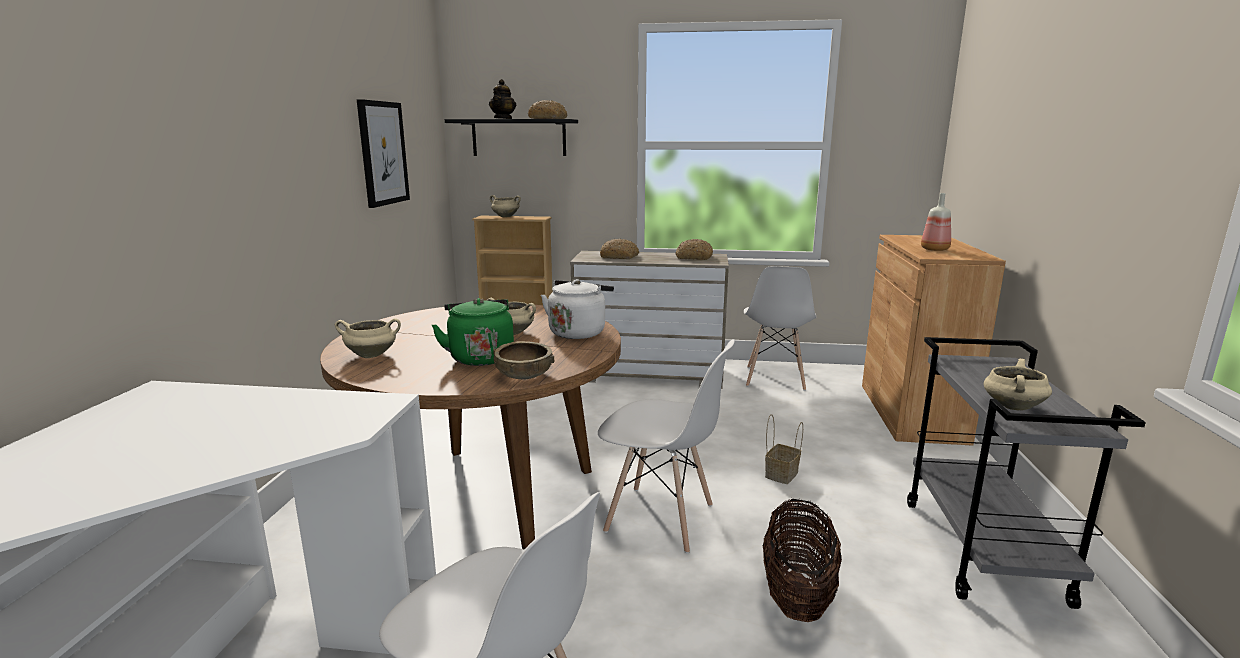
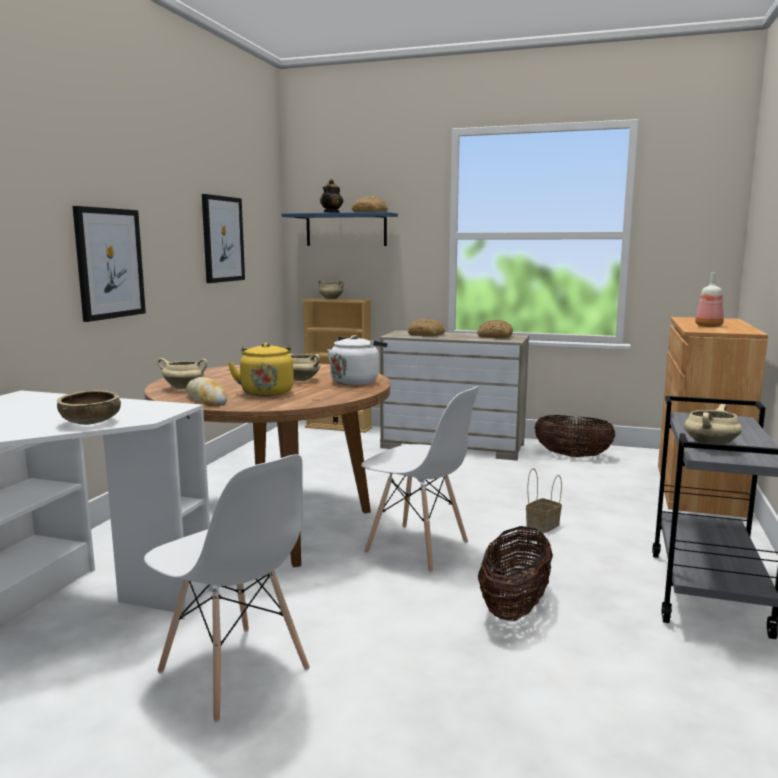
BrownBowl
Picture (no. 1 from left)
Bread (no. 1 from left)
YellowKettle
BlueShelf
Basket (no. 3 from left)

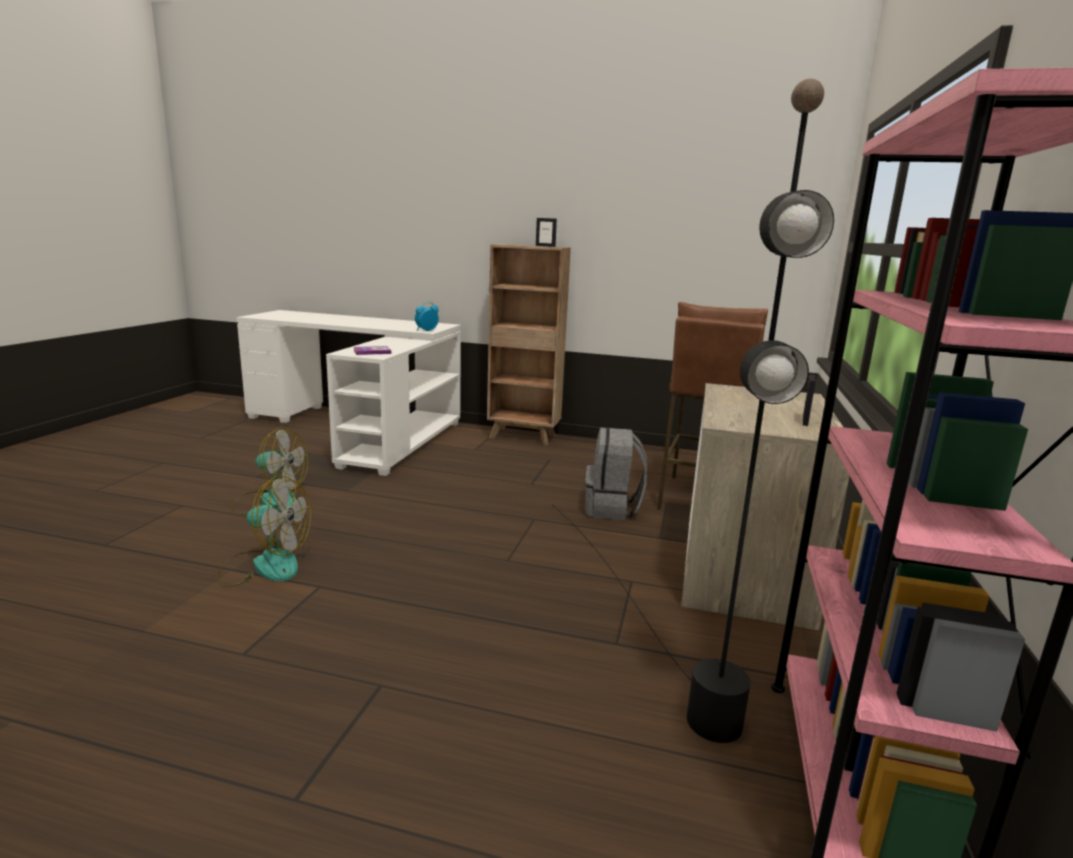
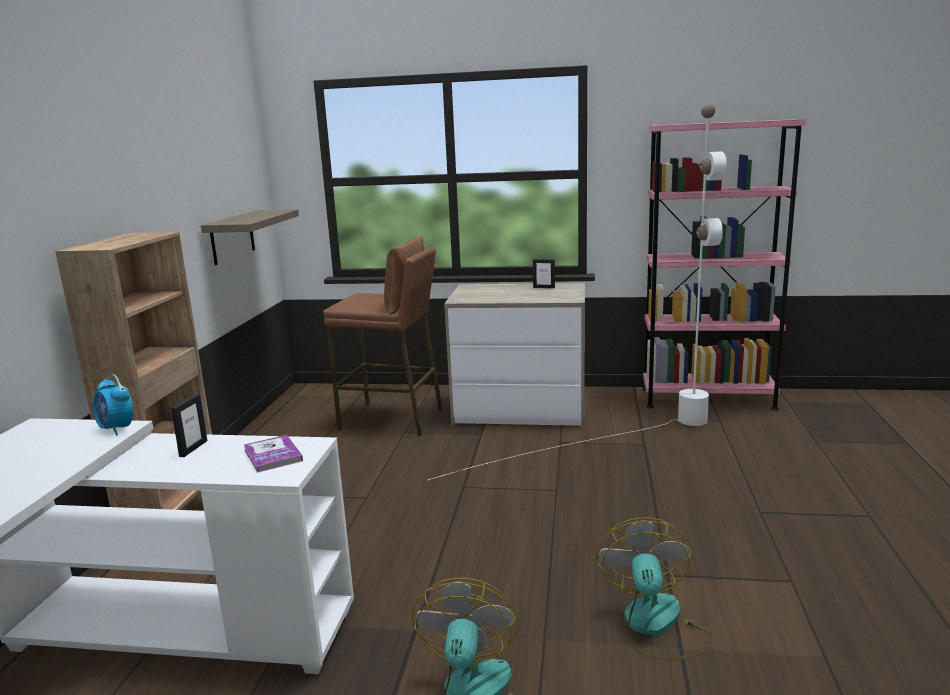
PictureFrame (no. 1 from left)
Shelf
WhiteFloorLamp
GreyBackpack

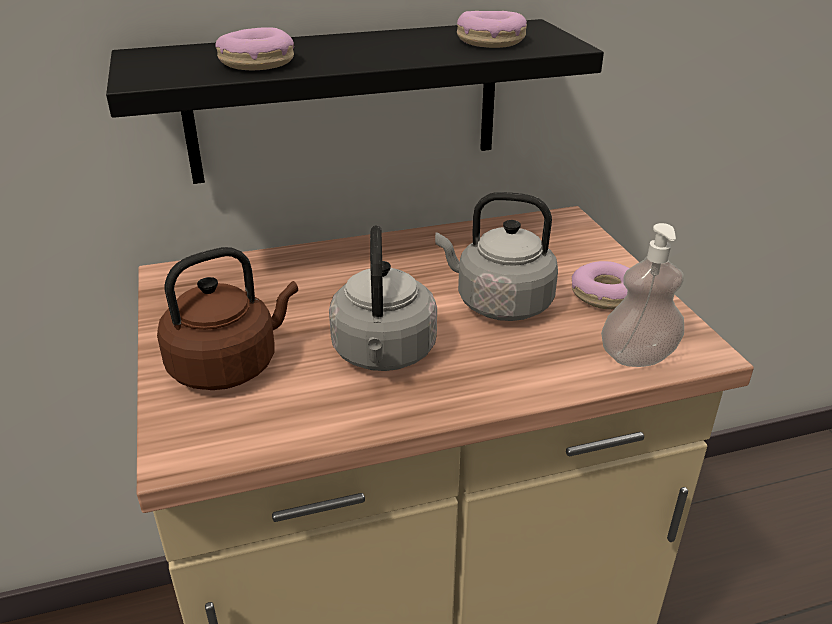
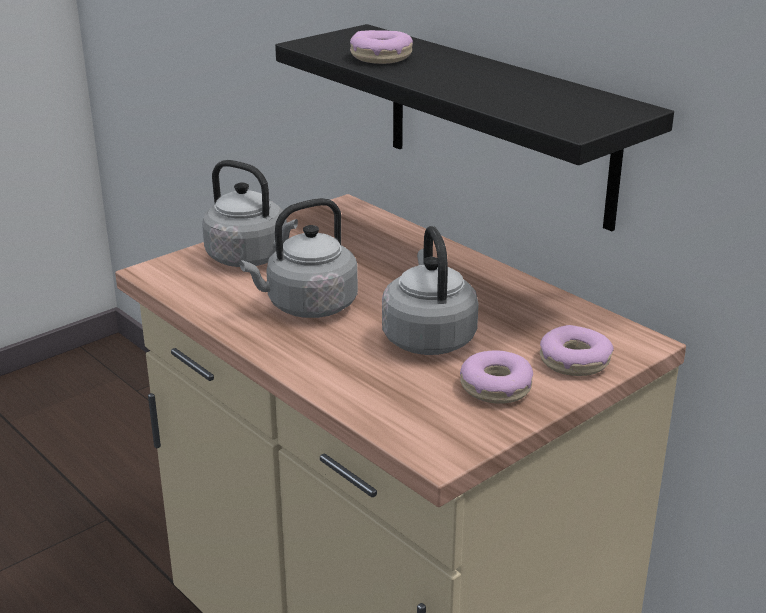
GreyKettle (no. 1 from left)
Donut (no. 3 from left)
SoapDispenser

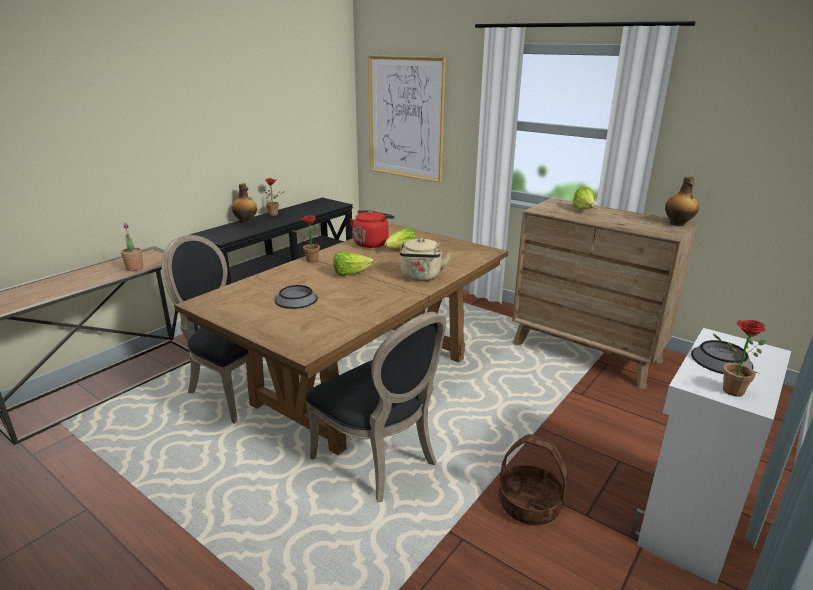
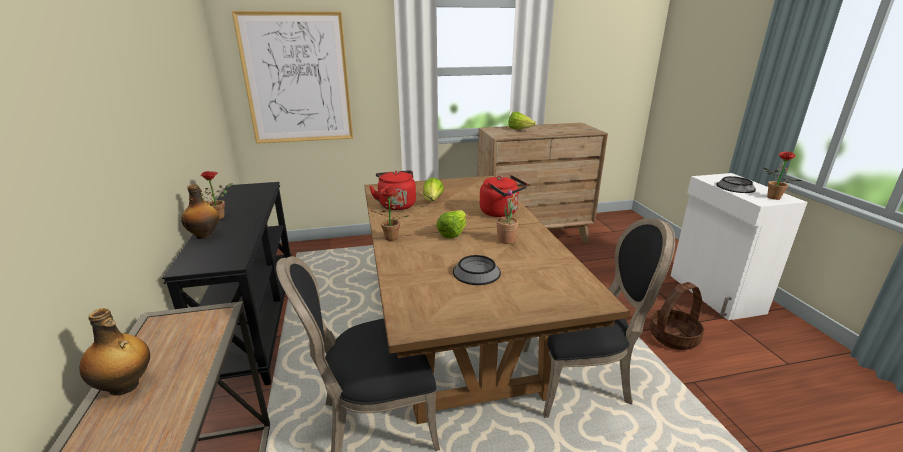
Bottle (no. 1 from left)
RedKettle (no. 2 from left)
PottedPlant (no. 3 from left)

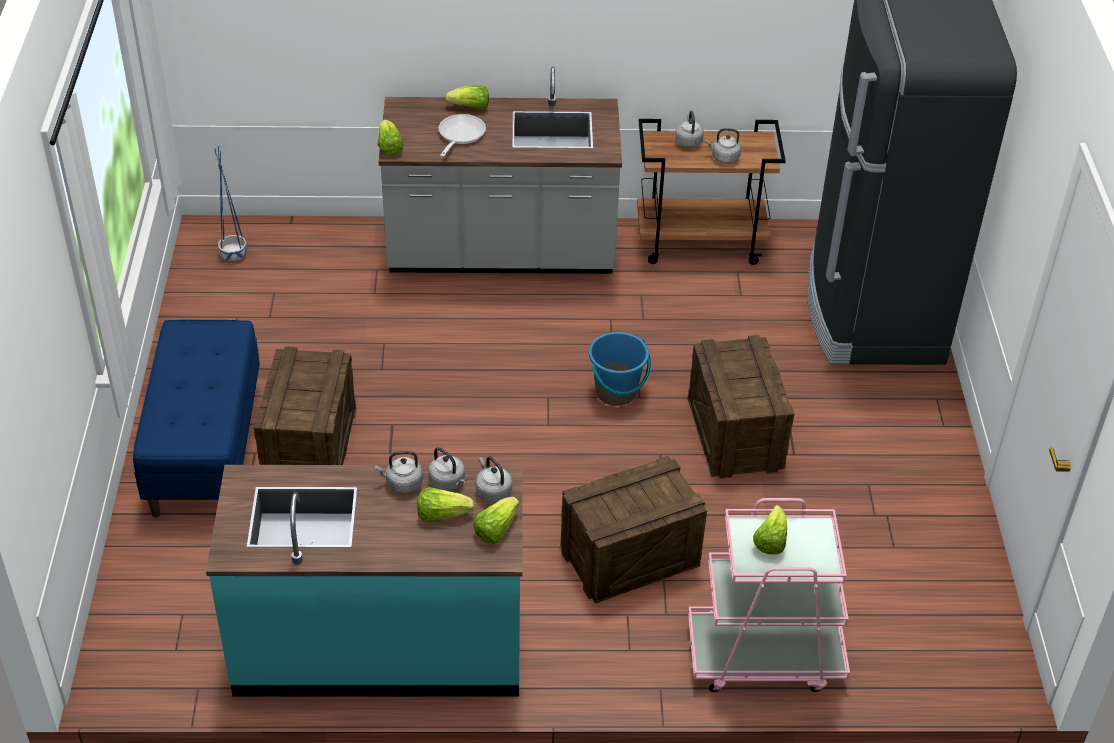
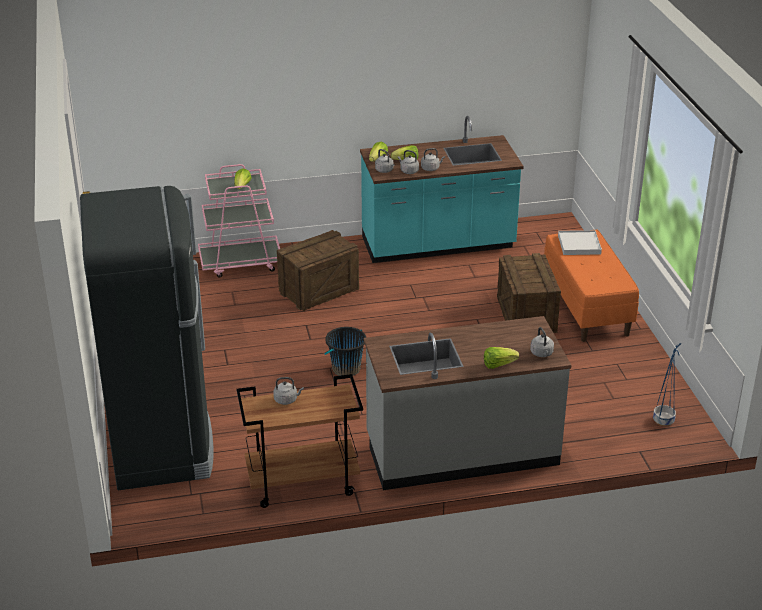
BlackBucket
GreyKettle (no. 5 from left)
OrangeBench
WhiteTray
Lettuce (no. 1 from left in the first image)
FryingPan
Crate (no. 3 from left in the first image)

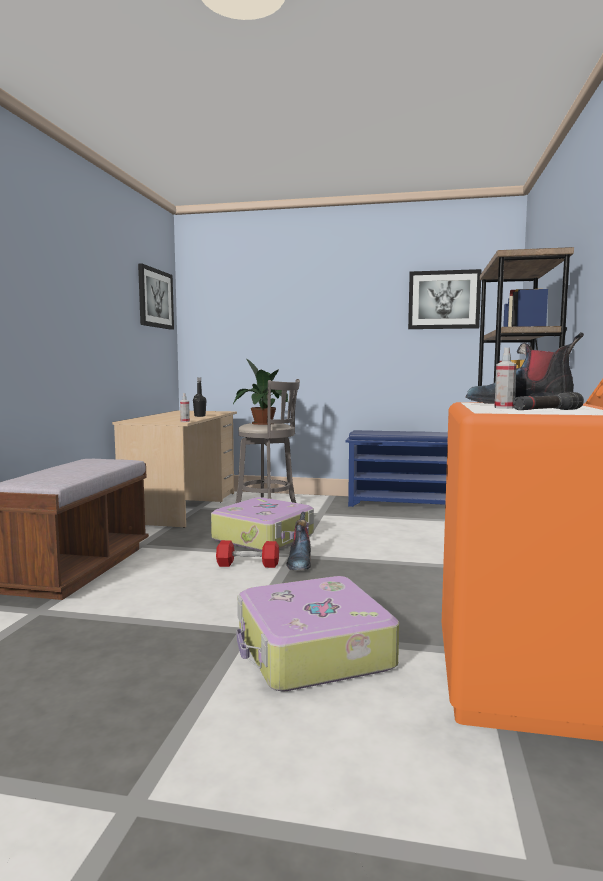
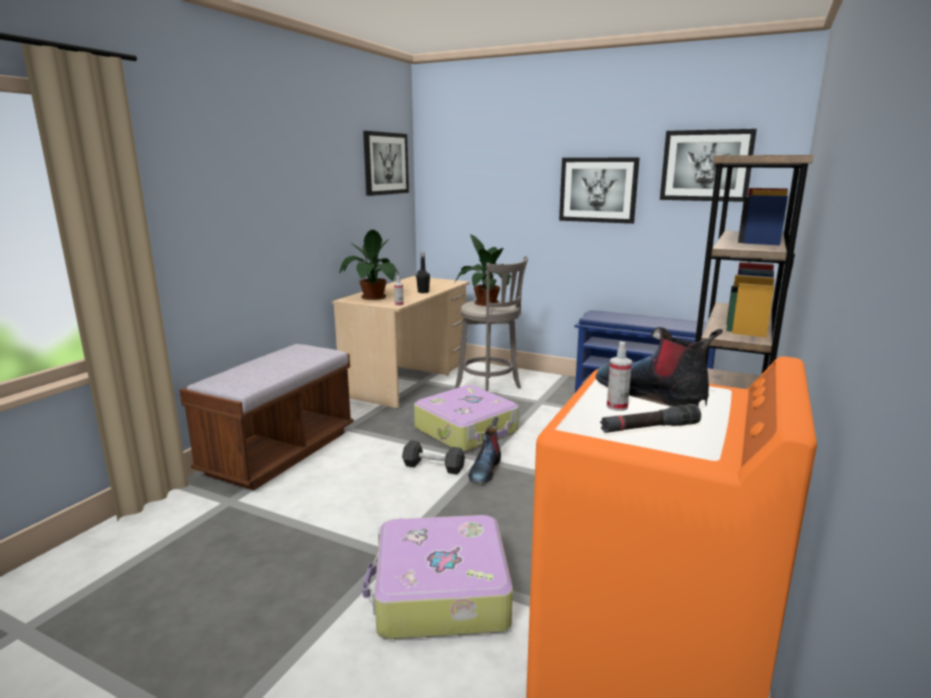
PottedPlant (no. 1 from left)
BlackDumbbell
Picture (no. 2 from left)

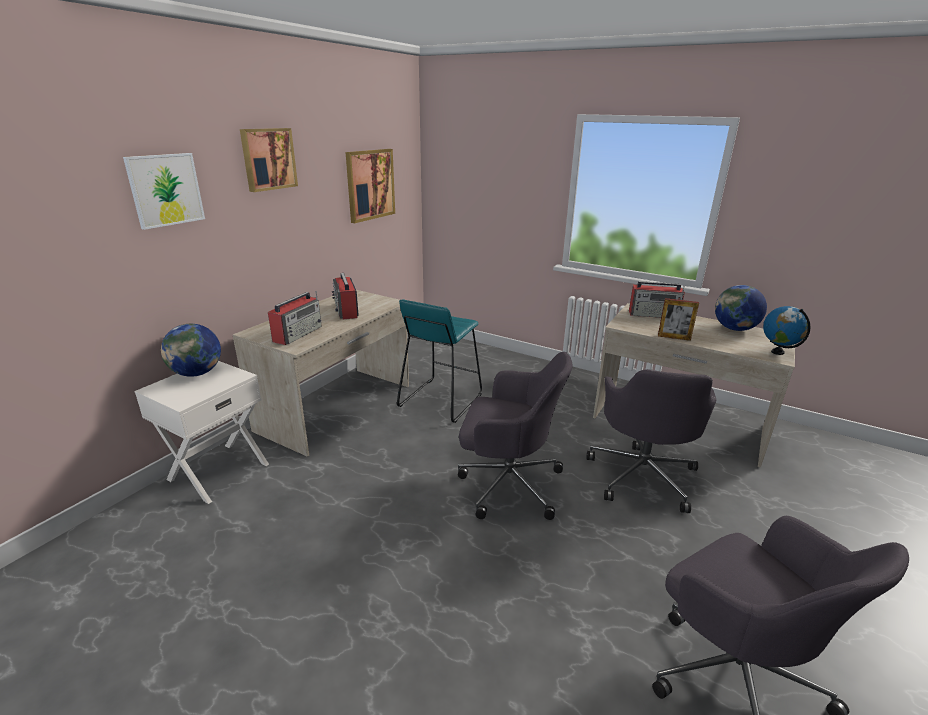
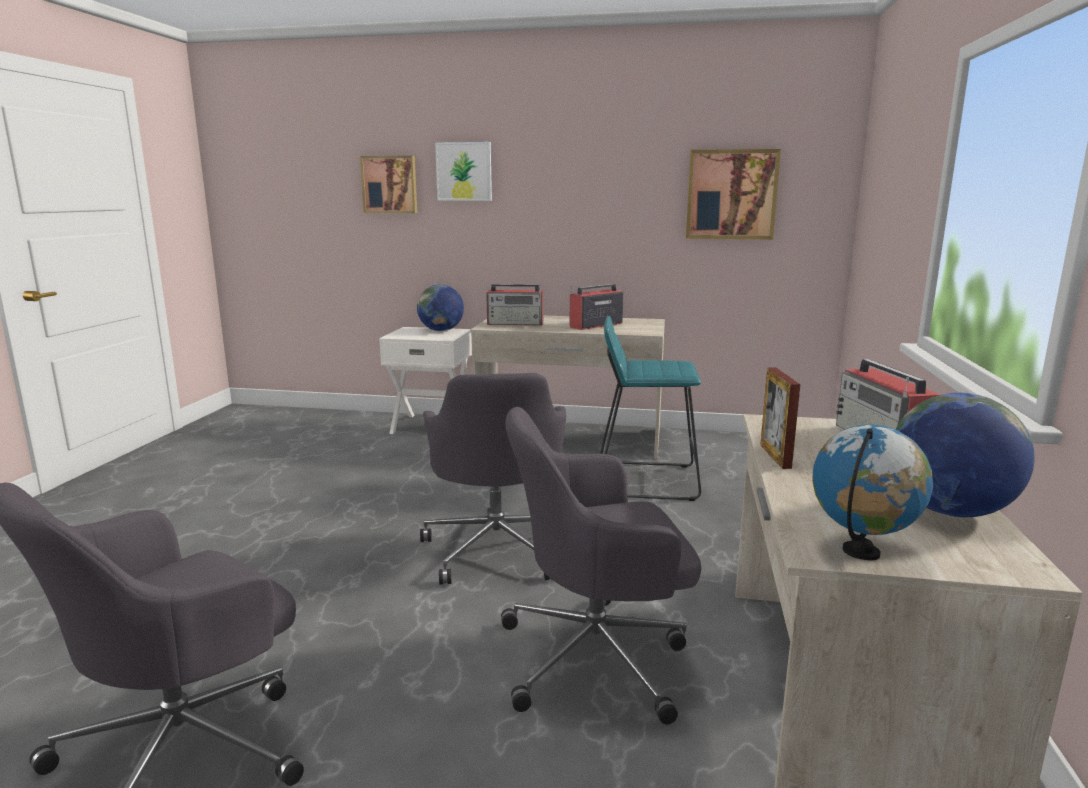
Picture (no. 1 from left)

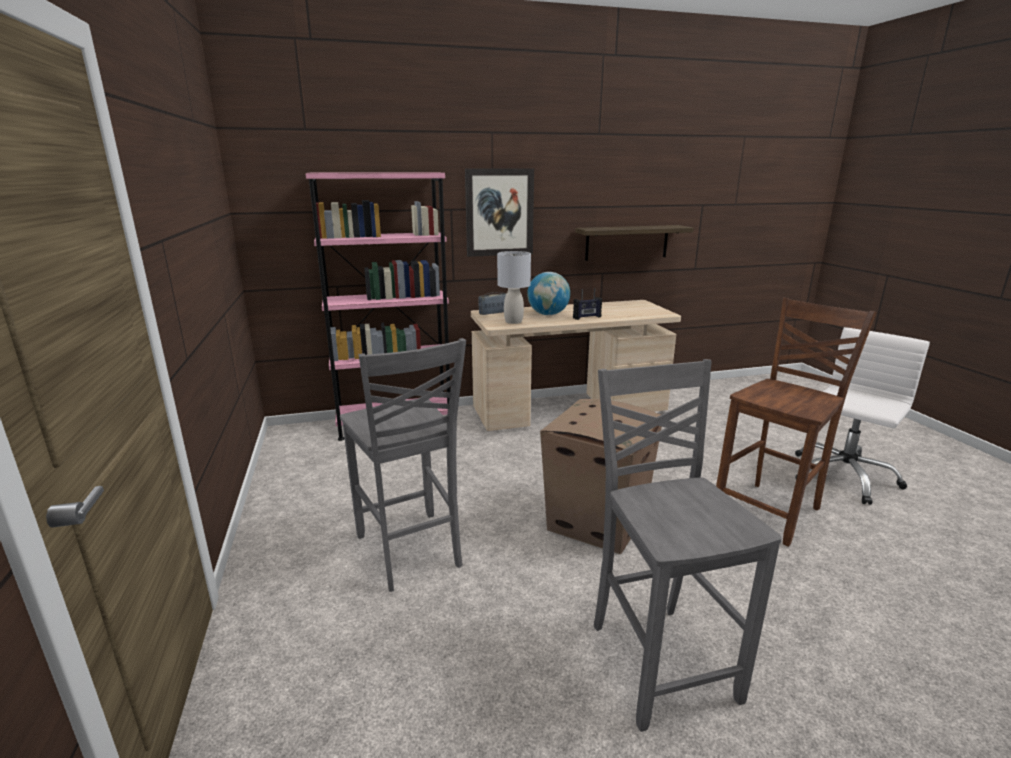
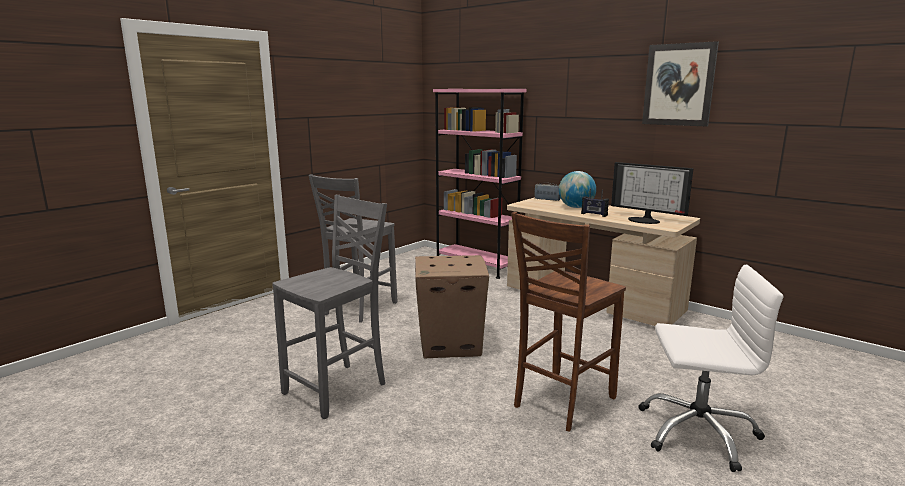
BrownChair
Monitor
Picture
GreyTableLamp
Shelf

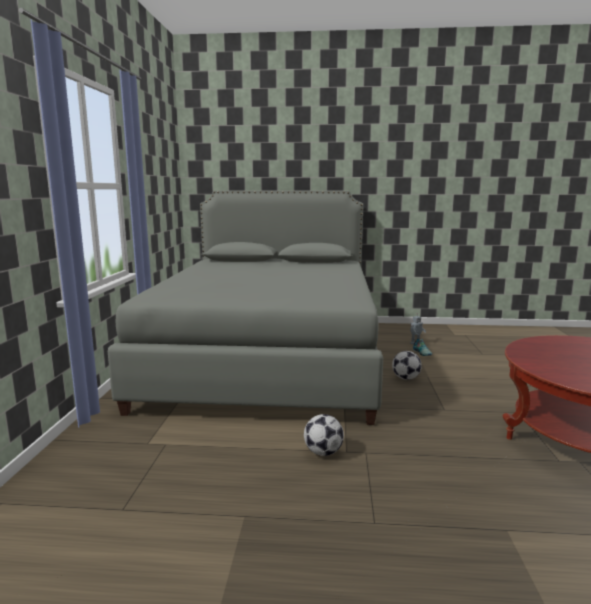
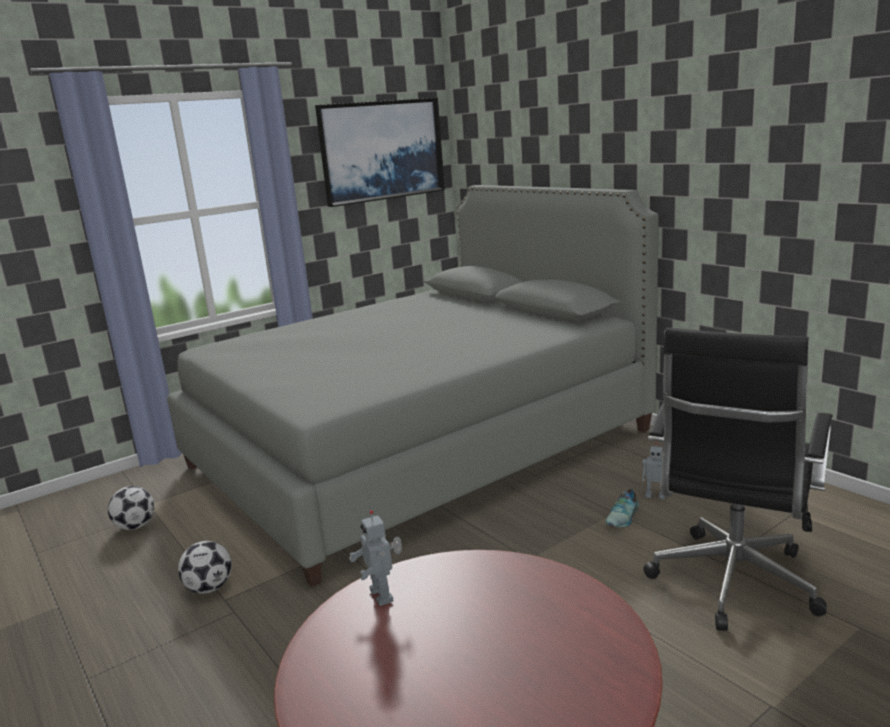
Football (no. 1 from left)
Picture
ToyRobot (no. 1 from left)
BlackOfficeChair

